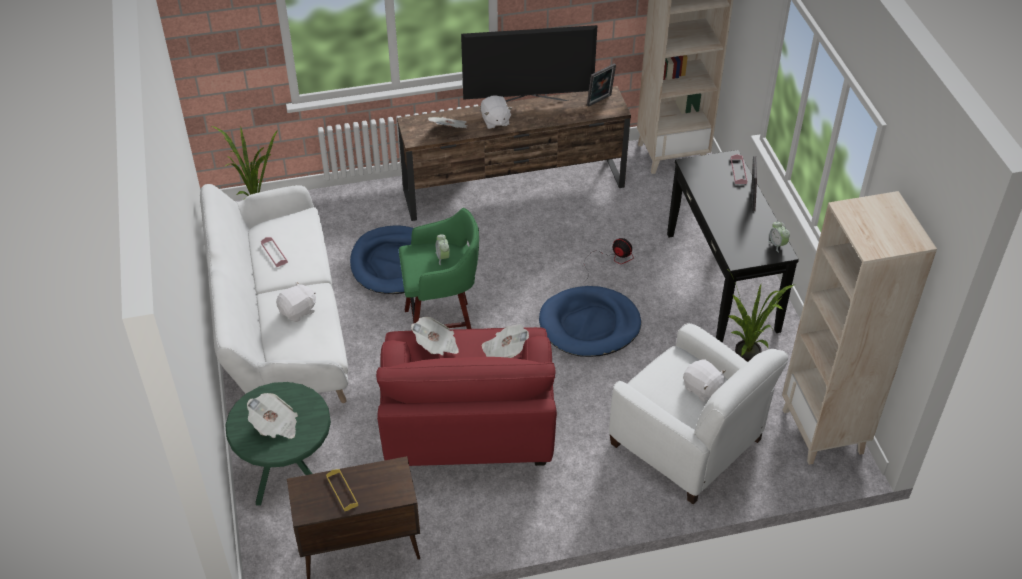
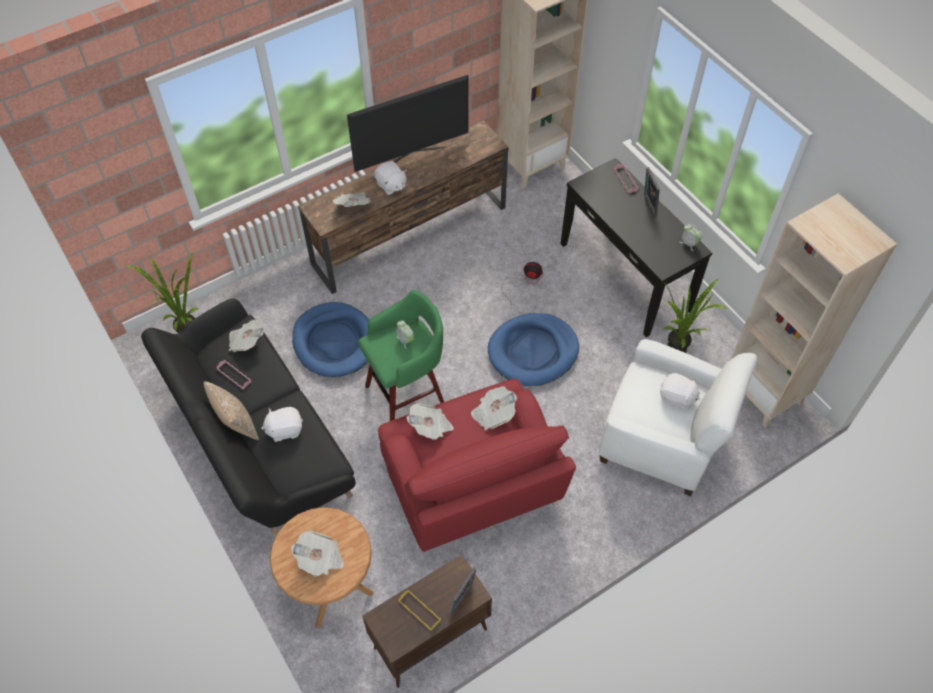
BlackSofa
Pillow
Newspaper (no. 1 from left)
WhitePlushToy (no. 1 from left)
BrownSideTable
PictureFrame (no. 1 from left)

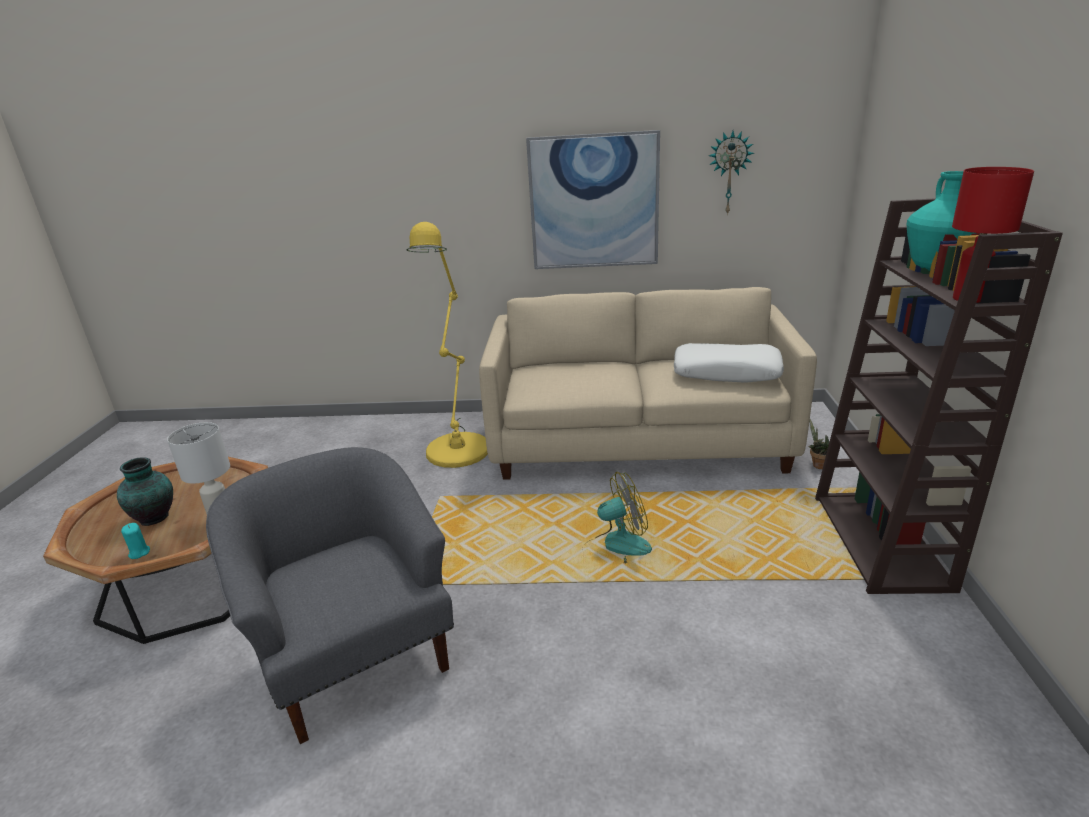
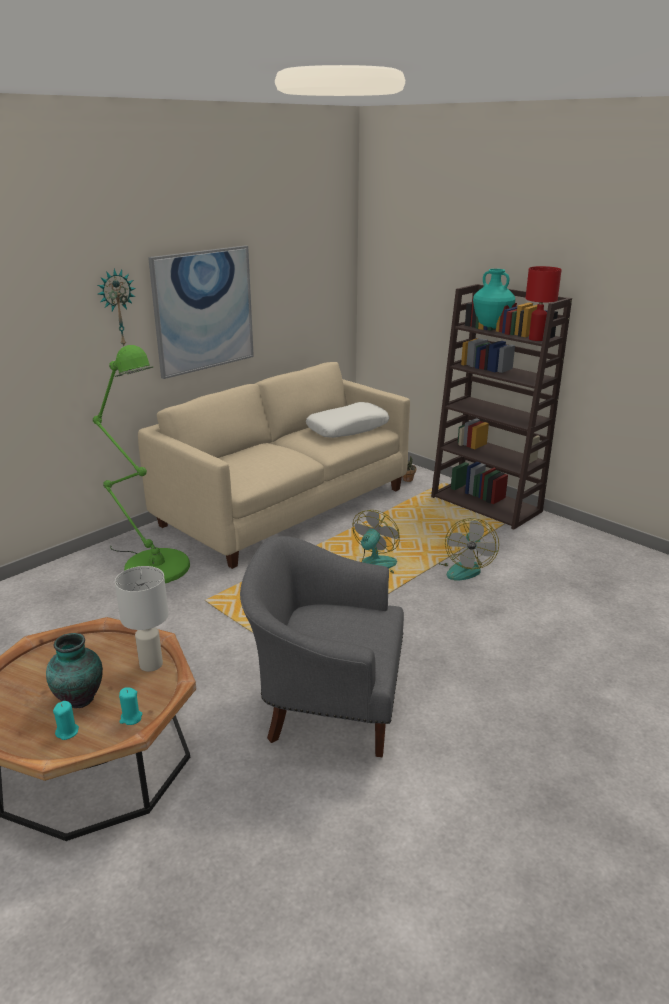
TurquoiseCandle (no. 1 from left)
GreenFloorLamp
WallClock
Fan (no. 2 from left)

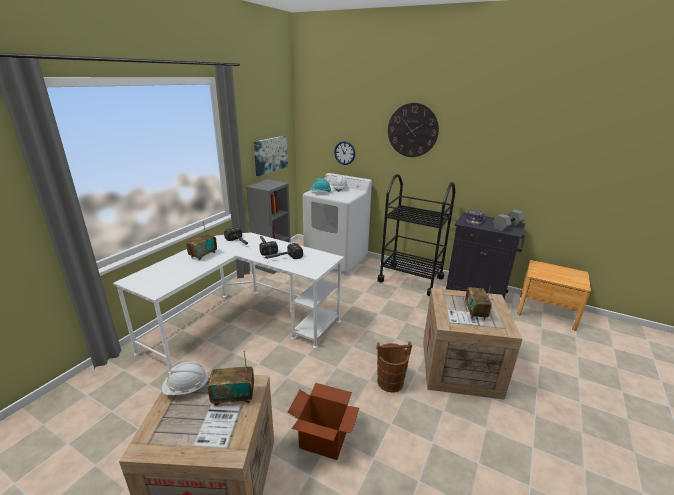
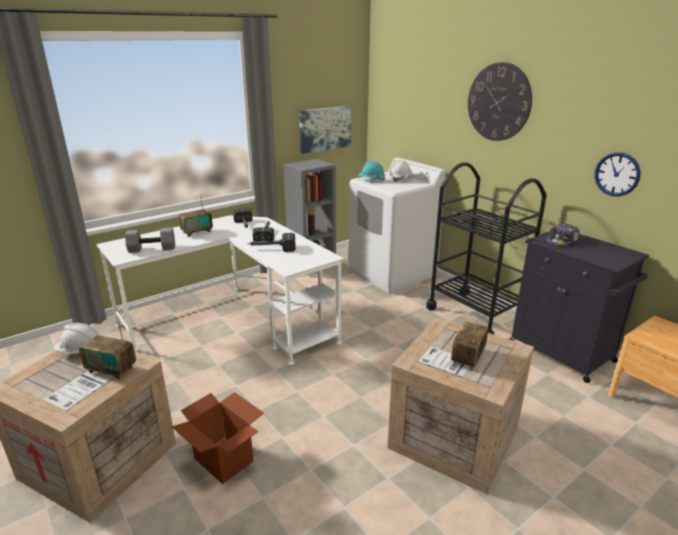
GreyDumbbell
WallClock (no. 2 from left)
BrownBucket

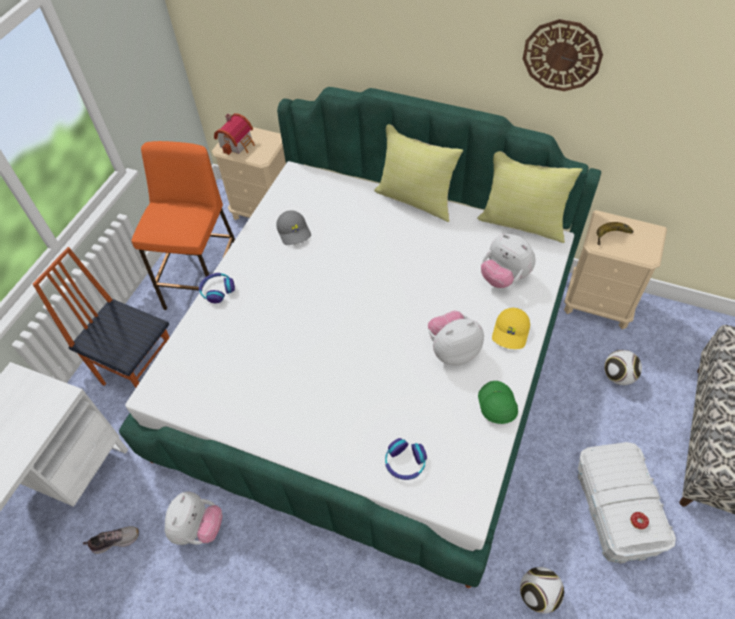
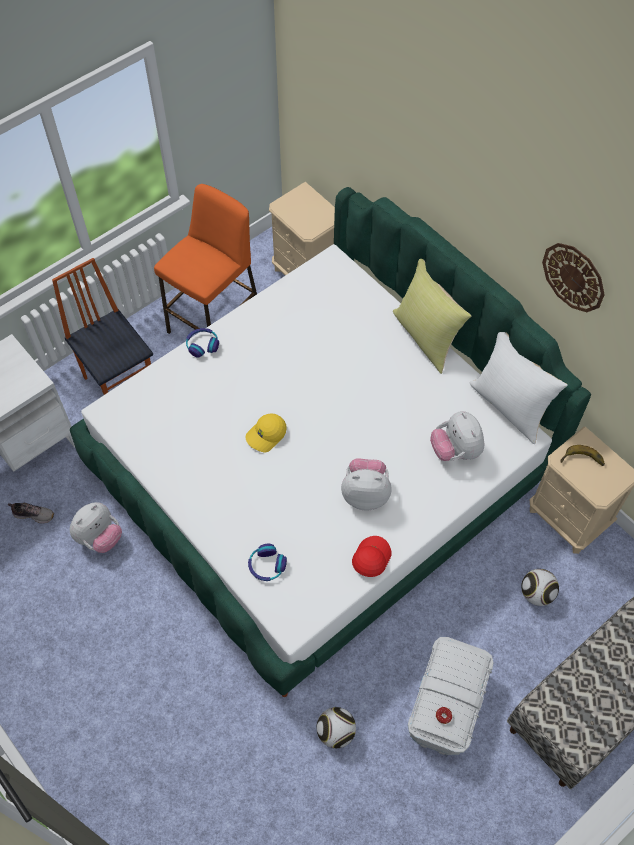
YellowCap
RedCap
WhitePillow
ToyHouse
GreyCap

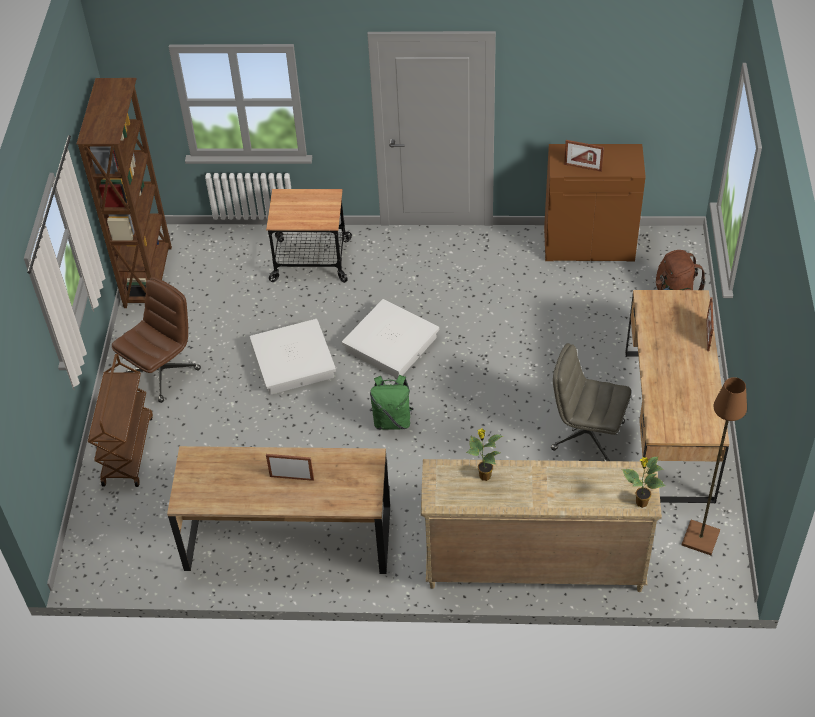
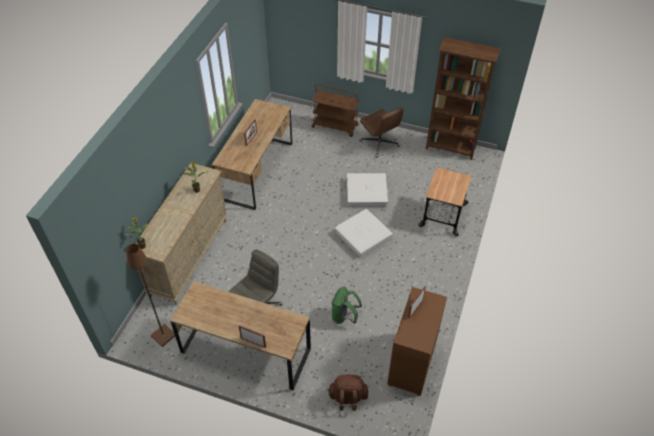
GreenBackpack

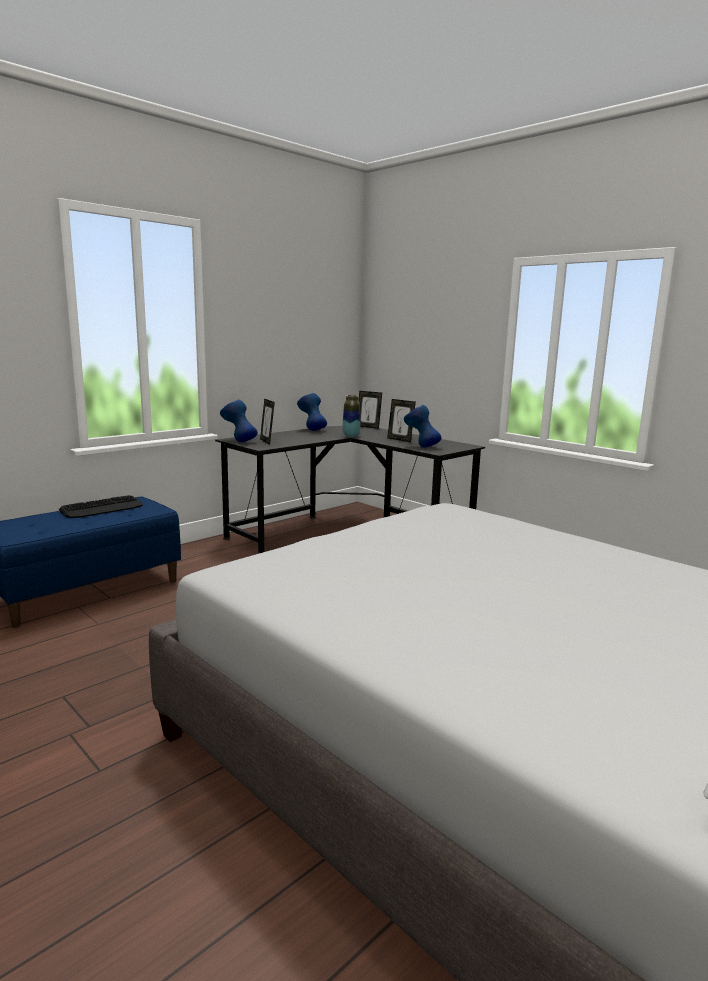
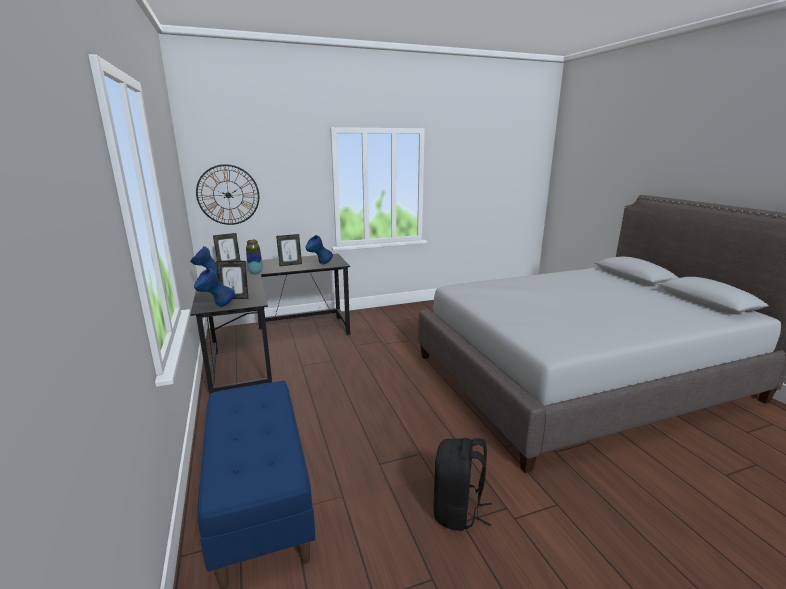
WallClock
BlackBackpack
Keyboard

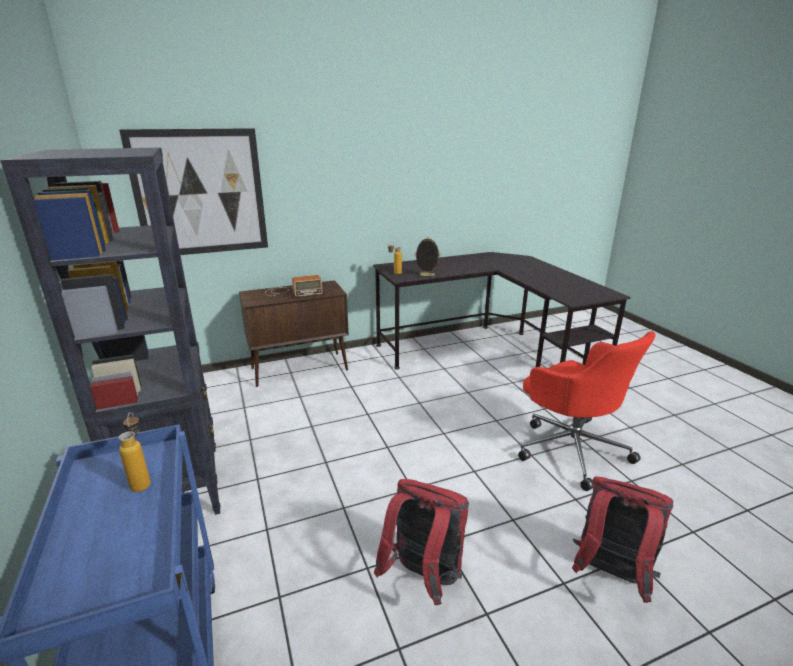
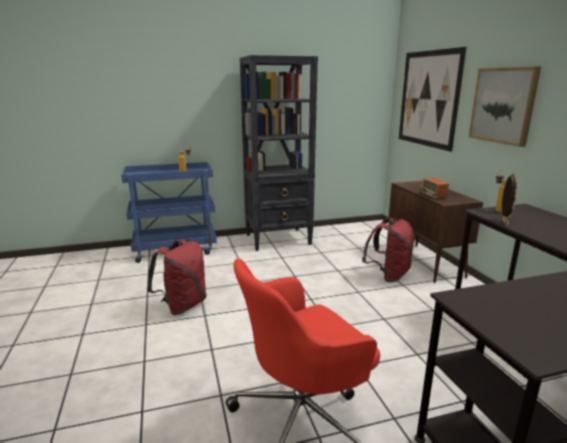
RedBackpack (no. 2 from left)
Picture (no. 2 from left)

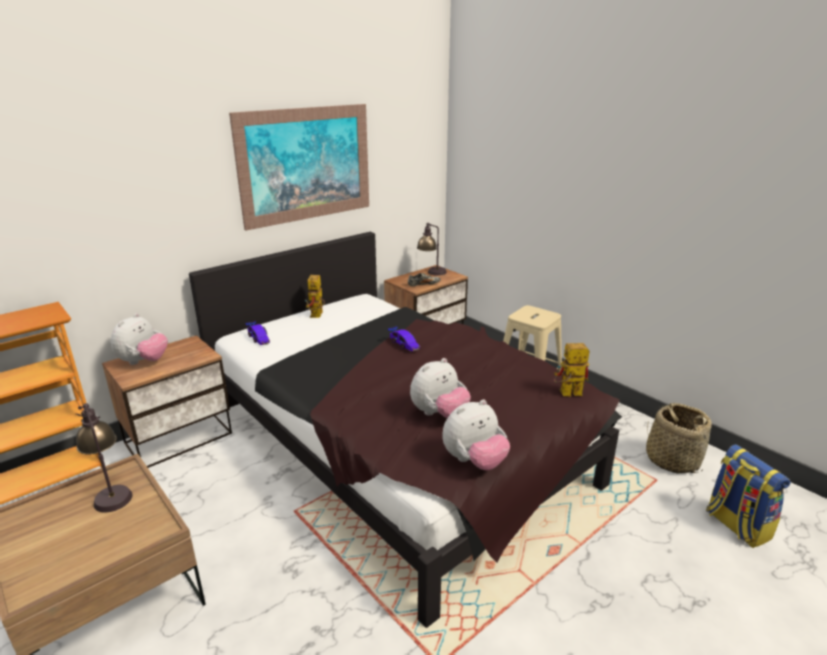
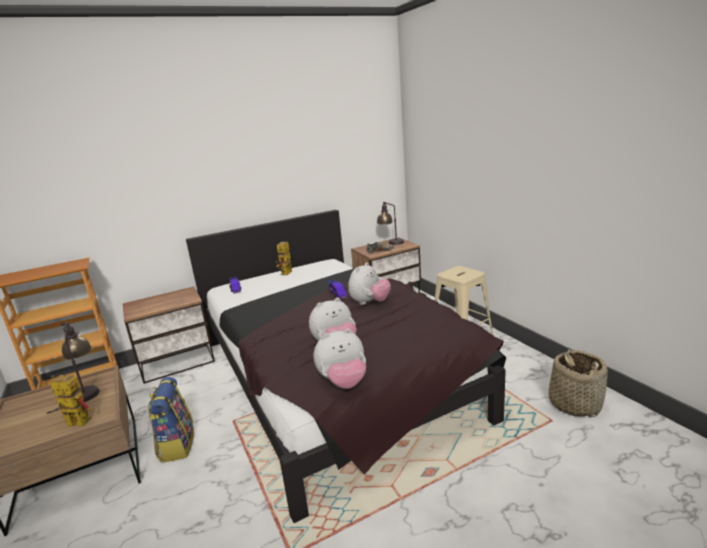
ToyRobot (no. 1 from left)
Backpack
PlushToy (no. 3 from left)
Picture

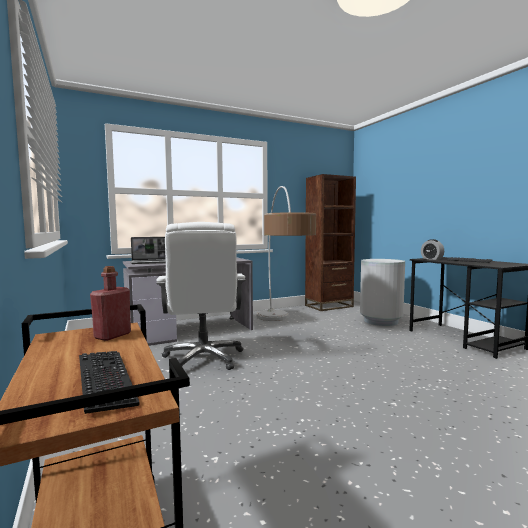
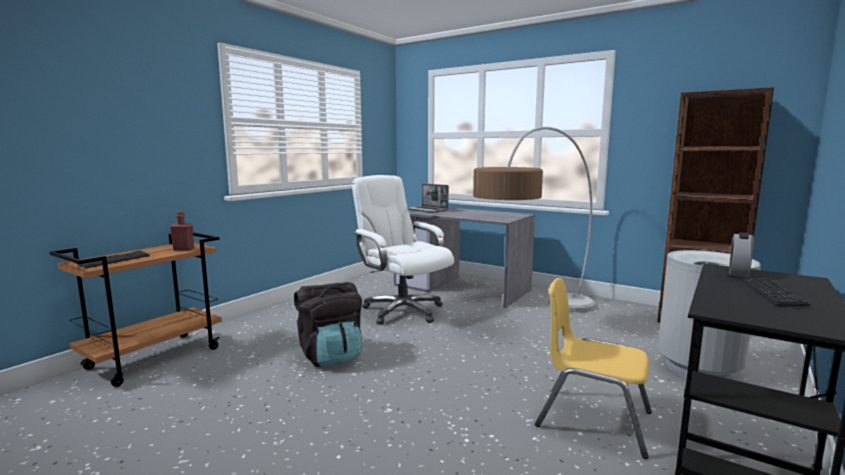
BlackBackpack
WhiteOfficeChair
YellowChair

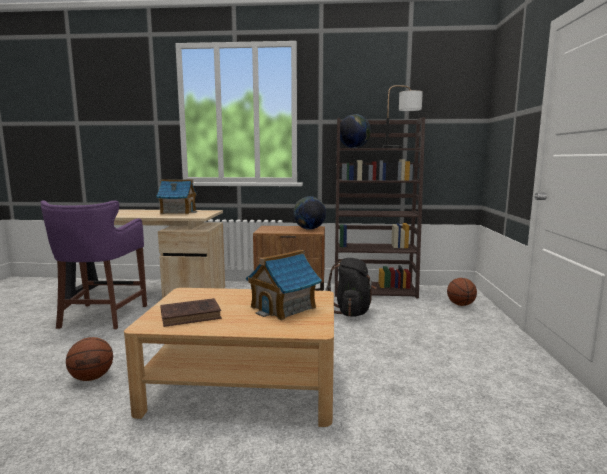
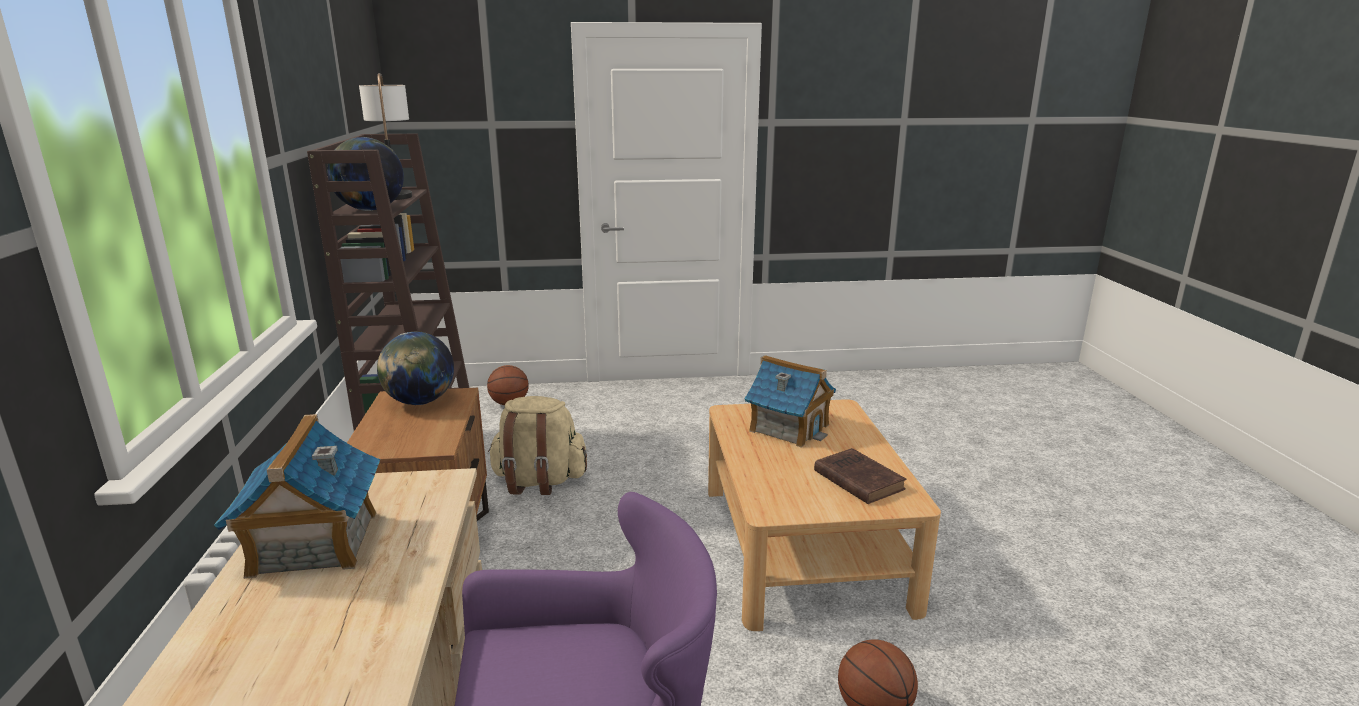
BeigeBackpack

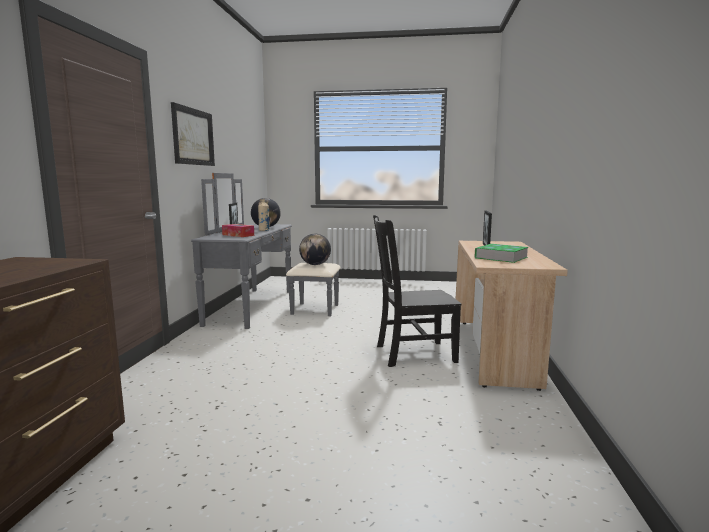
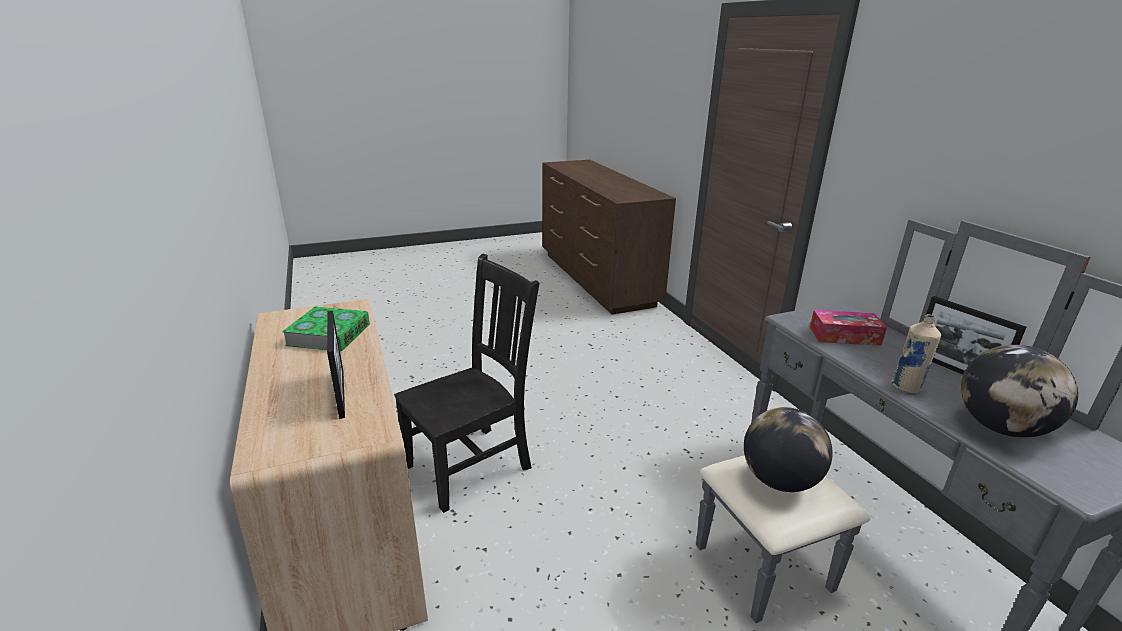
Picture

